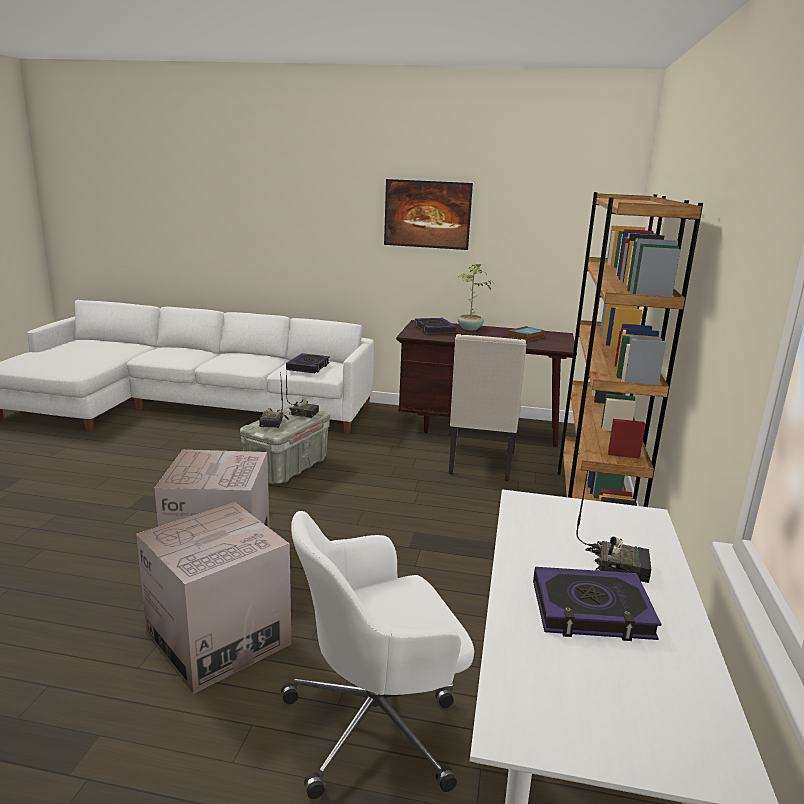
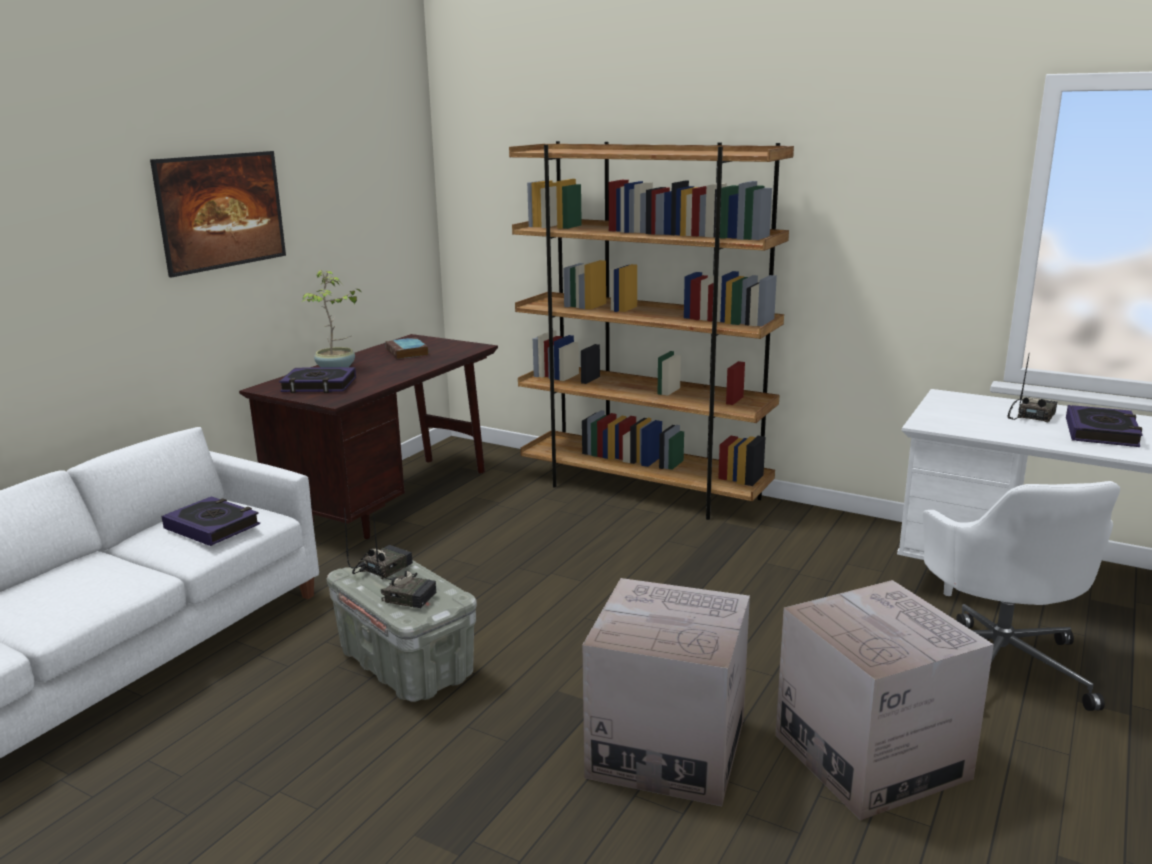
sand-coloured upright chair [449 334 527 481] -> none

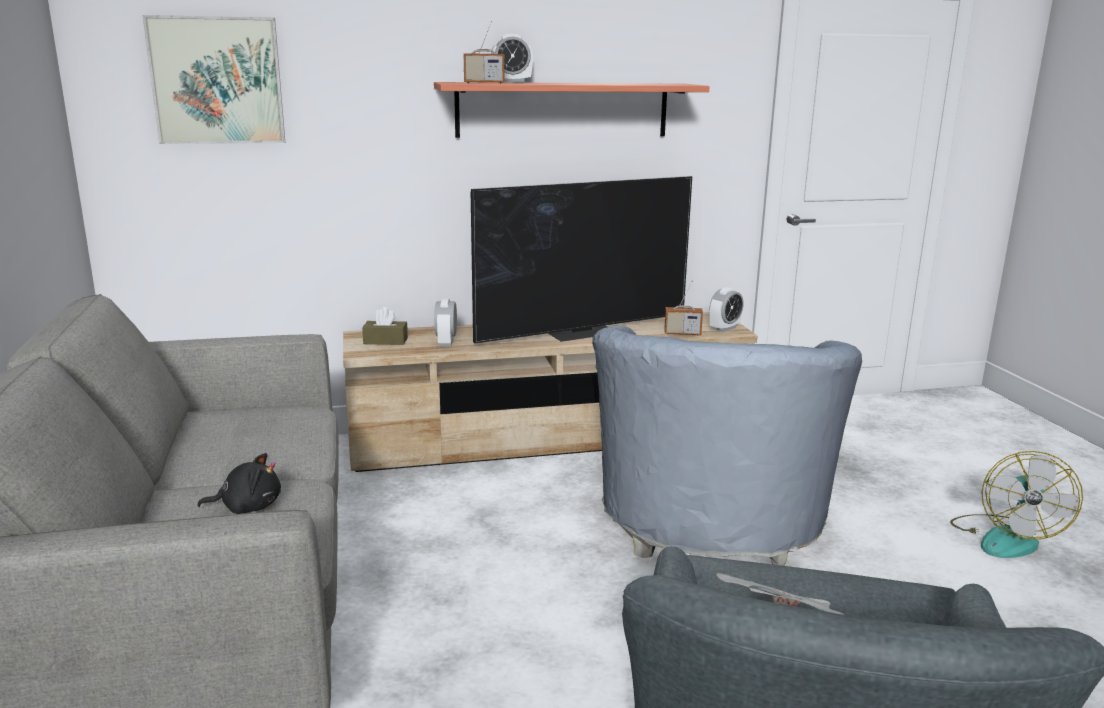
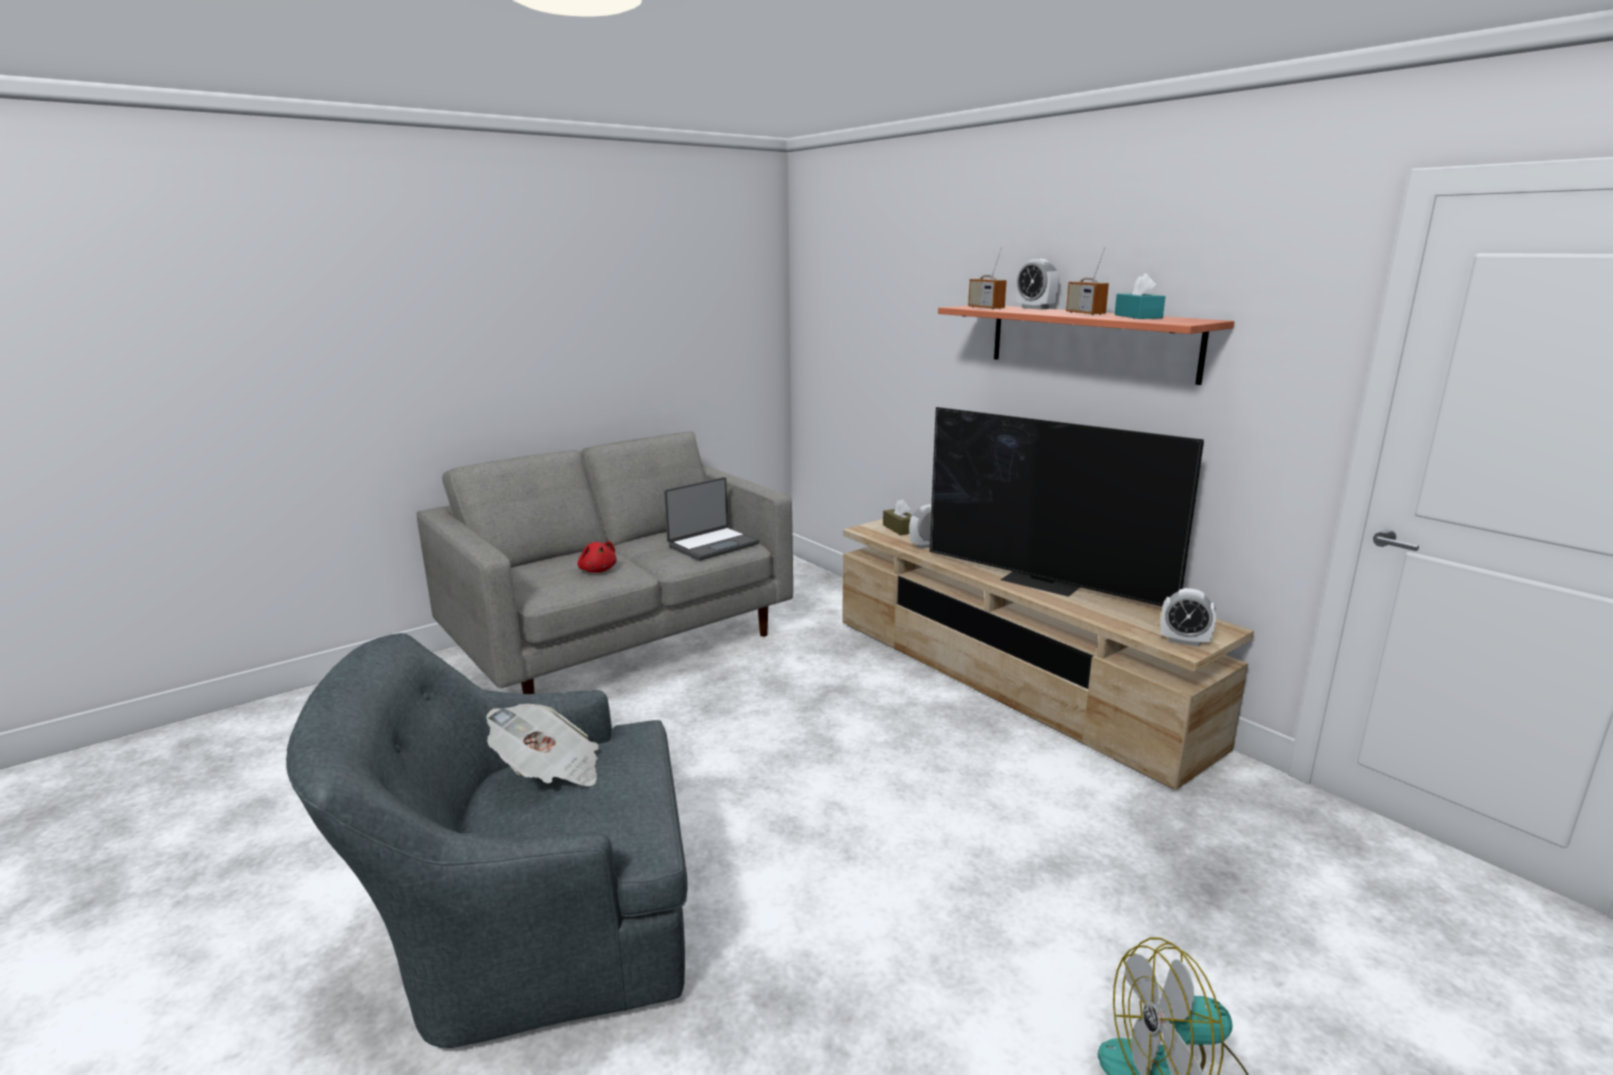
wall picture [142 15 285 144] -> none
radio set [664 281 703 336] -> radio set [1066 247 1109 315], moved
greyish lounge chair [592 325 862 566] -> none
black soft toy [197 453 281 514] -> reddish soft toy [578 541 617 573]
none -> turquoise-coloured tissue holder [1114 273 1166 319]
none -> portable computer [664 477 759 561]

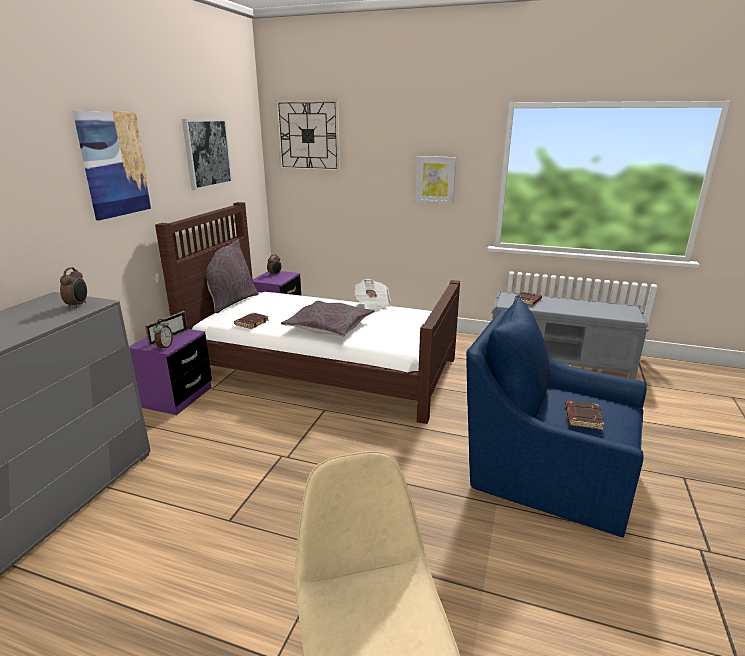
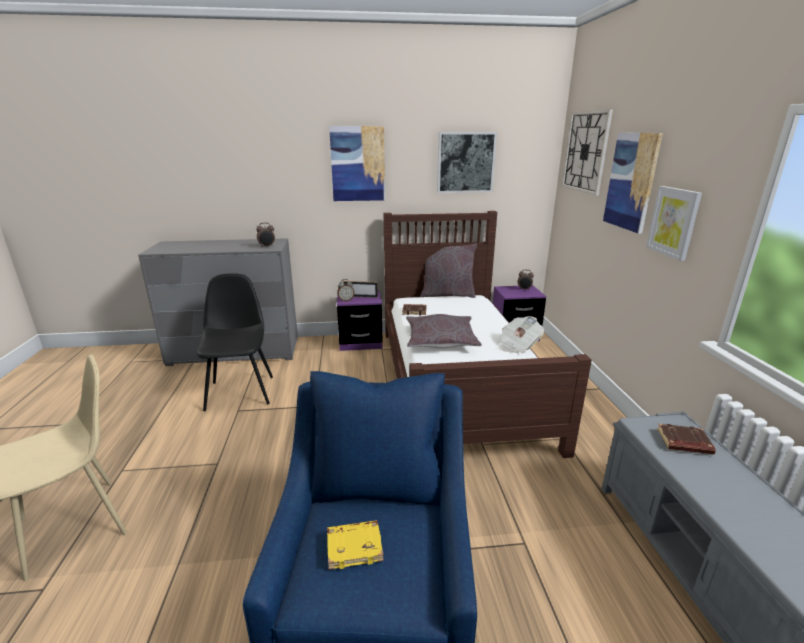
brown-coloured volume [565 401 604 430] -> yellow volume [327 520 384 570]
none -> wall picture [603 133 663 234]
none -> black upright chair [196 273 273 411]

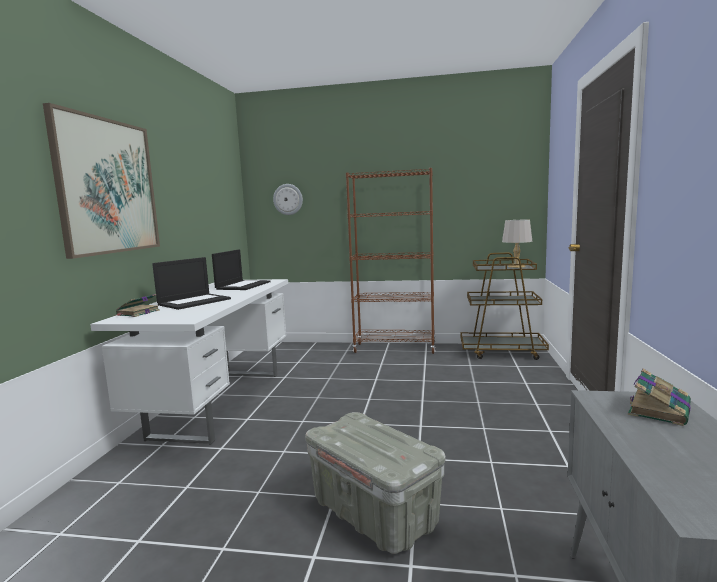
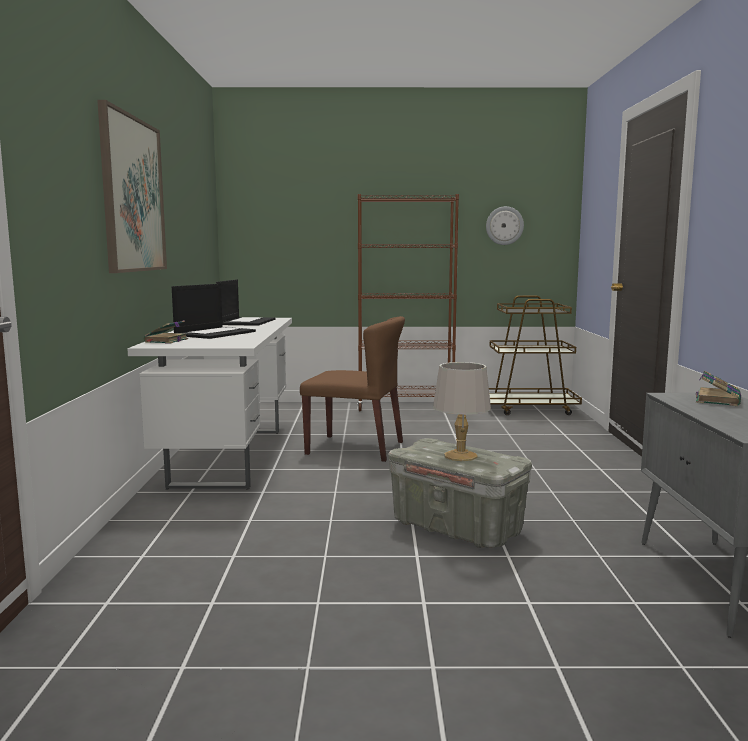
clock on the wall [273 184 303 215] -> clock on the wall [486 206 524 245], moved
greyish tabletop lamp [502 220 532 268] -> greyish tabletop lamp [433 362 491 461], moved
none -> brown-coloured upright chair [300 316 405 462]

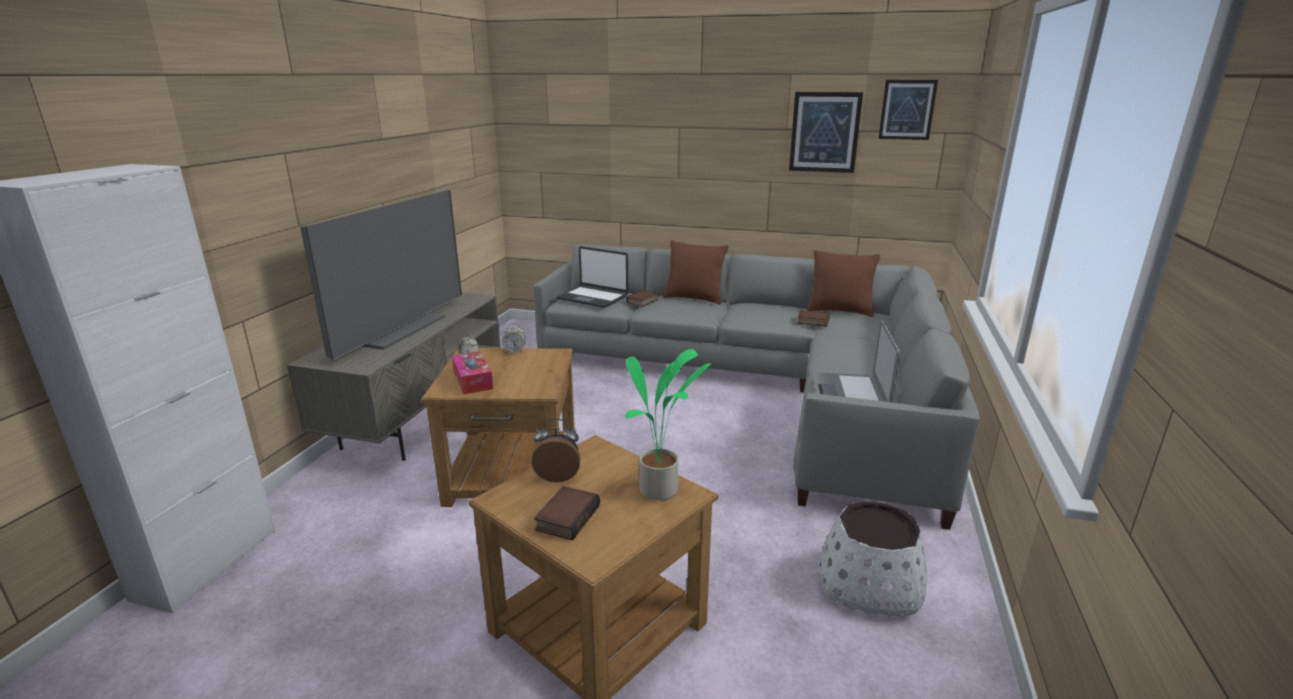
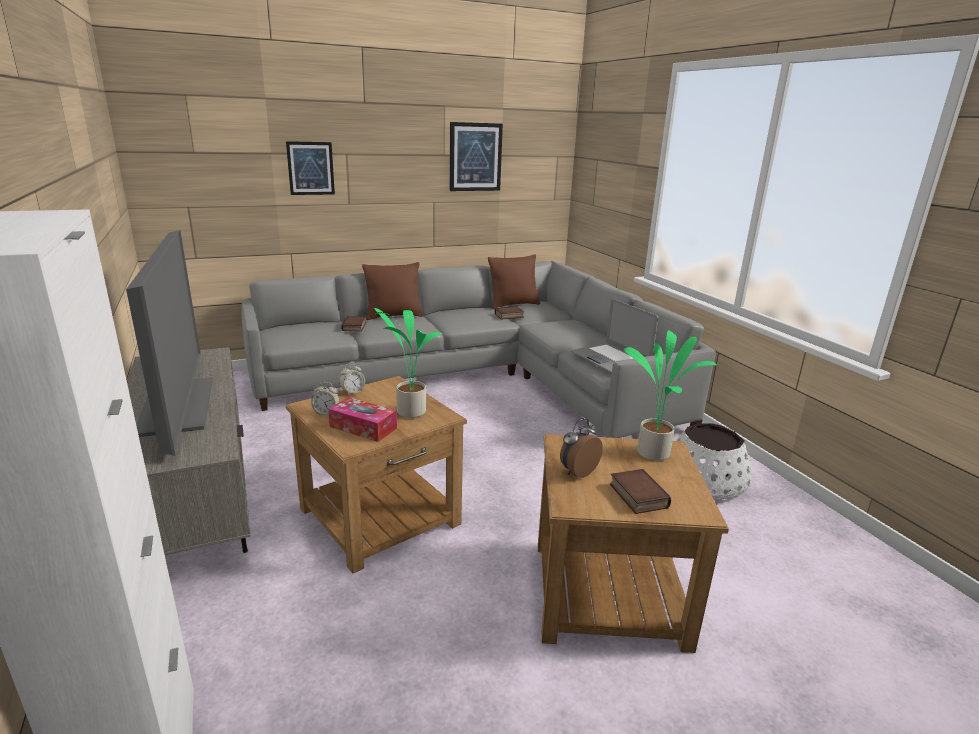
wall picture [878 80 938 140] -> wall picture [286 141 335 195], moved
portable computer [557 246 628 308] -> none
none -> plant in a pot [374 308 442 418]

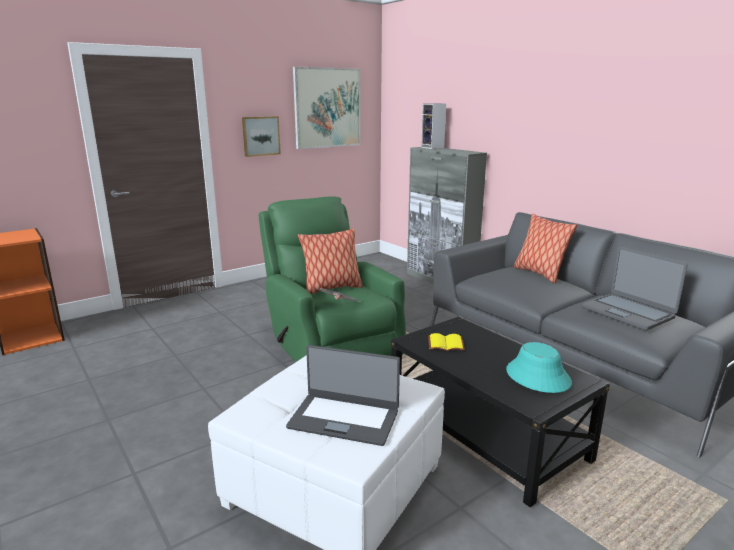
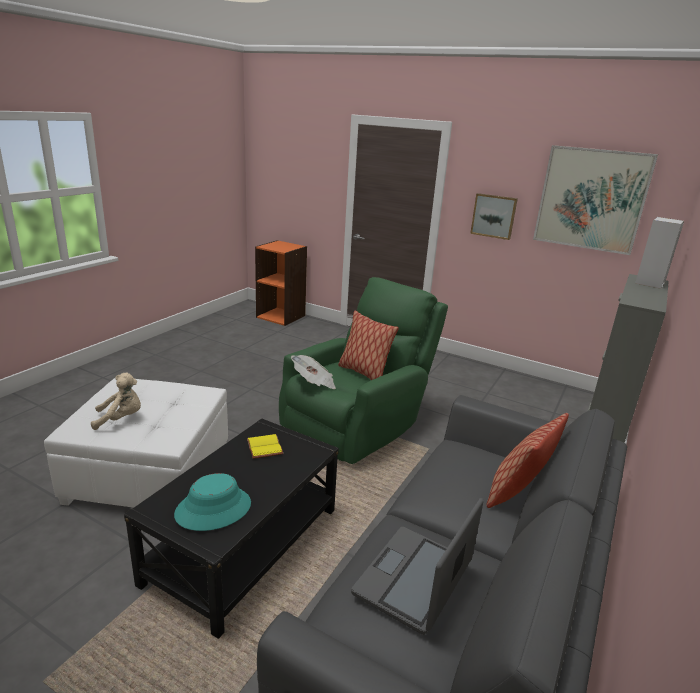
portable computer [286 345 400 446] -> sand-coloured soft toy [91 373 141 430]

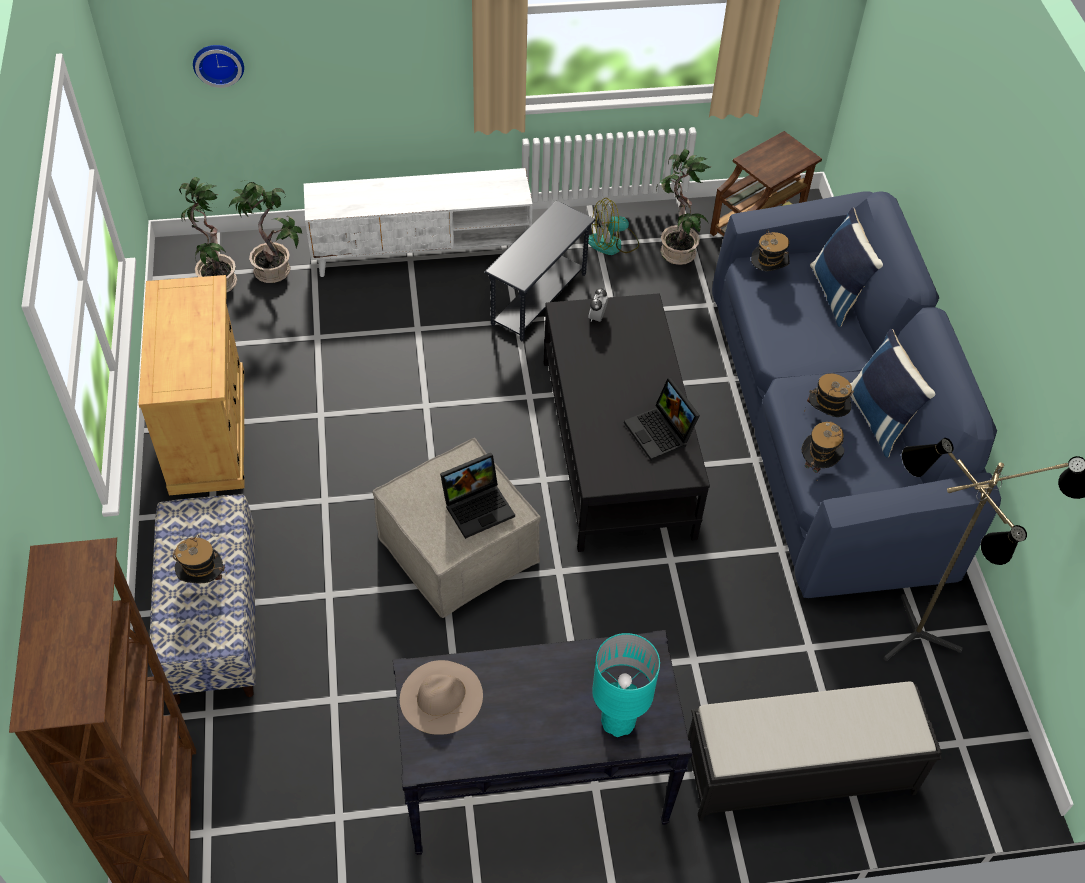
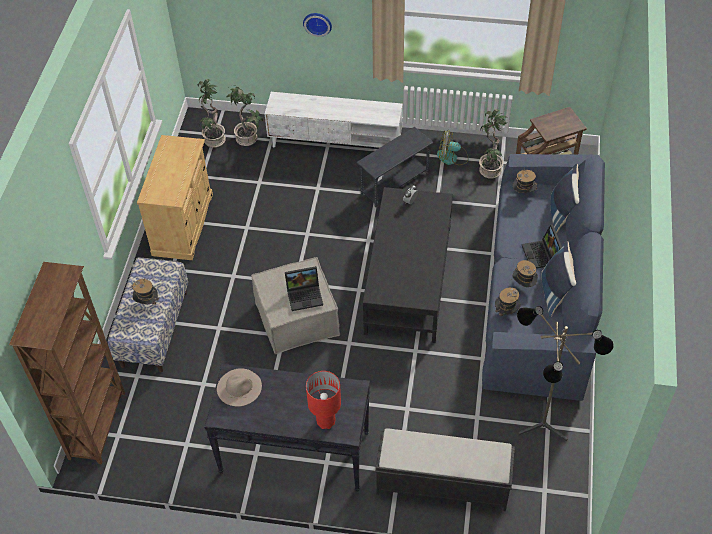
clock on the wall [193 45 244 88] -> clock on the wall [303 13 332 37], moved
portable computer [624 378 700 461] -> portable computer [522 224 562 269], moved
turquoise-coloured tabletop lamp [592 633 660 737] -> reddish tabletop lamp [306 371 341 429]

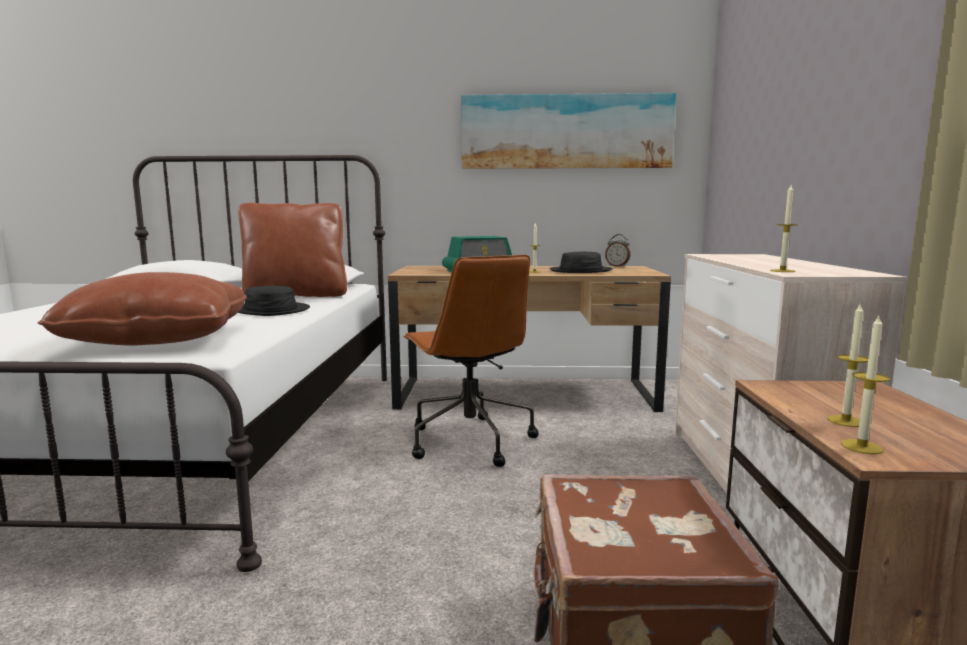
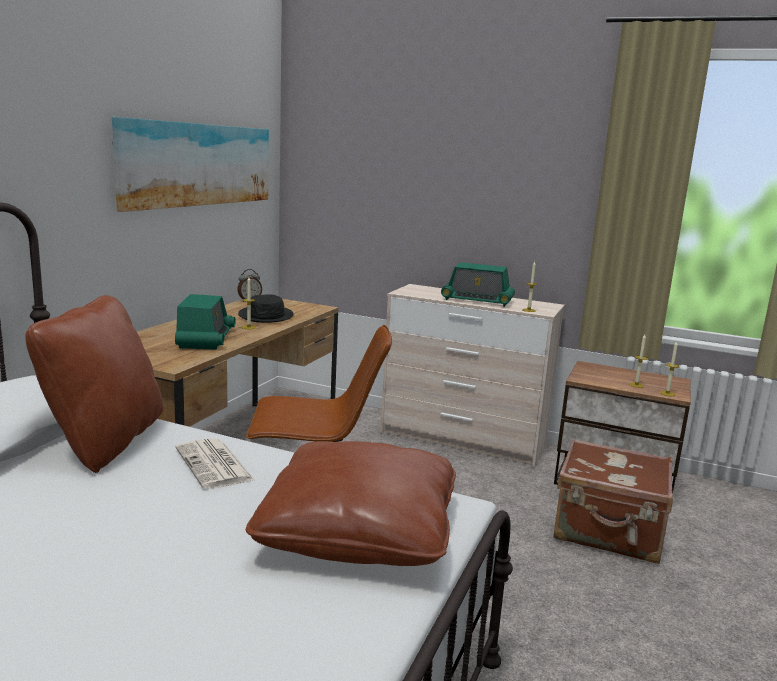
black wearable hat [238 286 310 316] -> newspaper [175 438 254 489]
none -> radio set [441 262 515 307]

